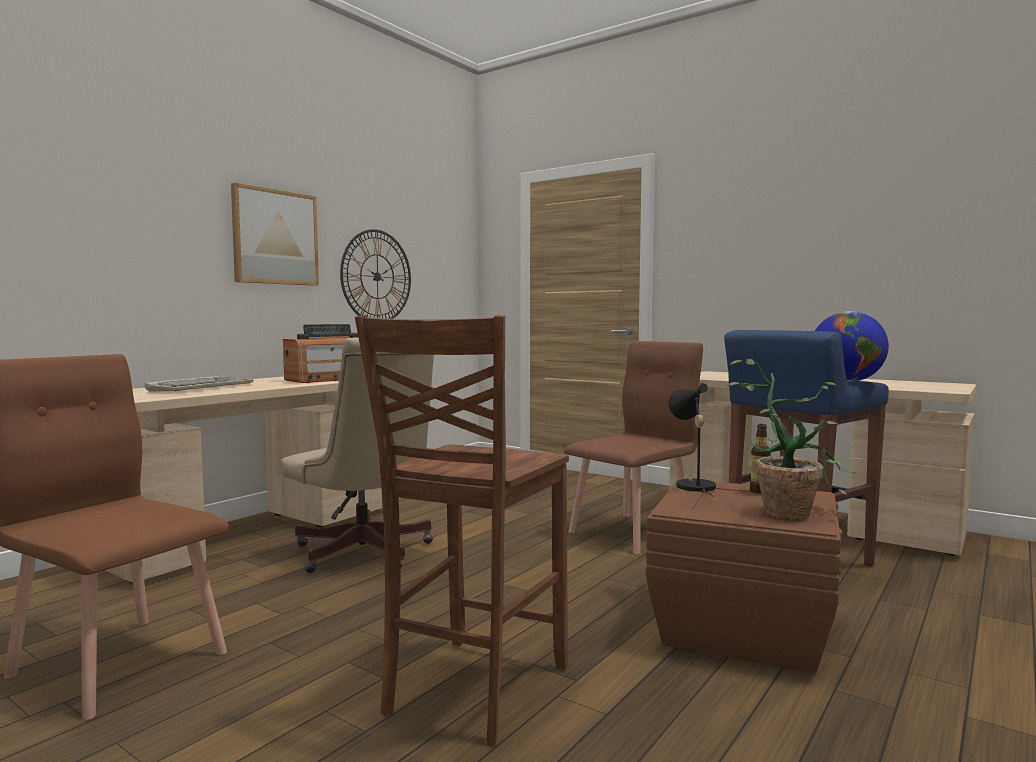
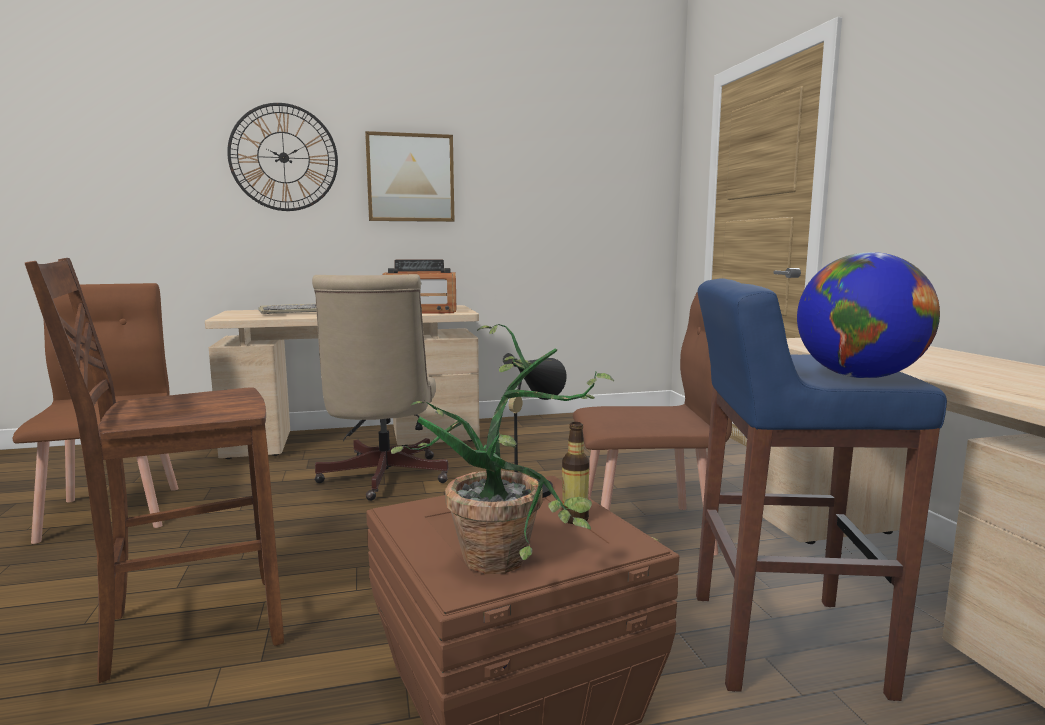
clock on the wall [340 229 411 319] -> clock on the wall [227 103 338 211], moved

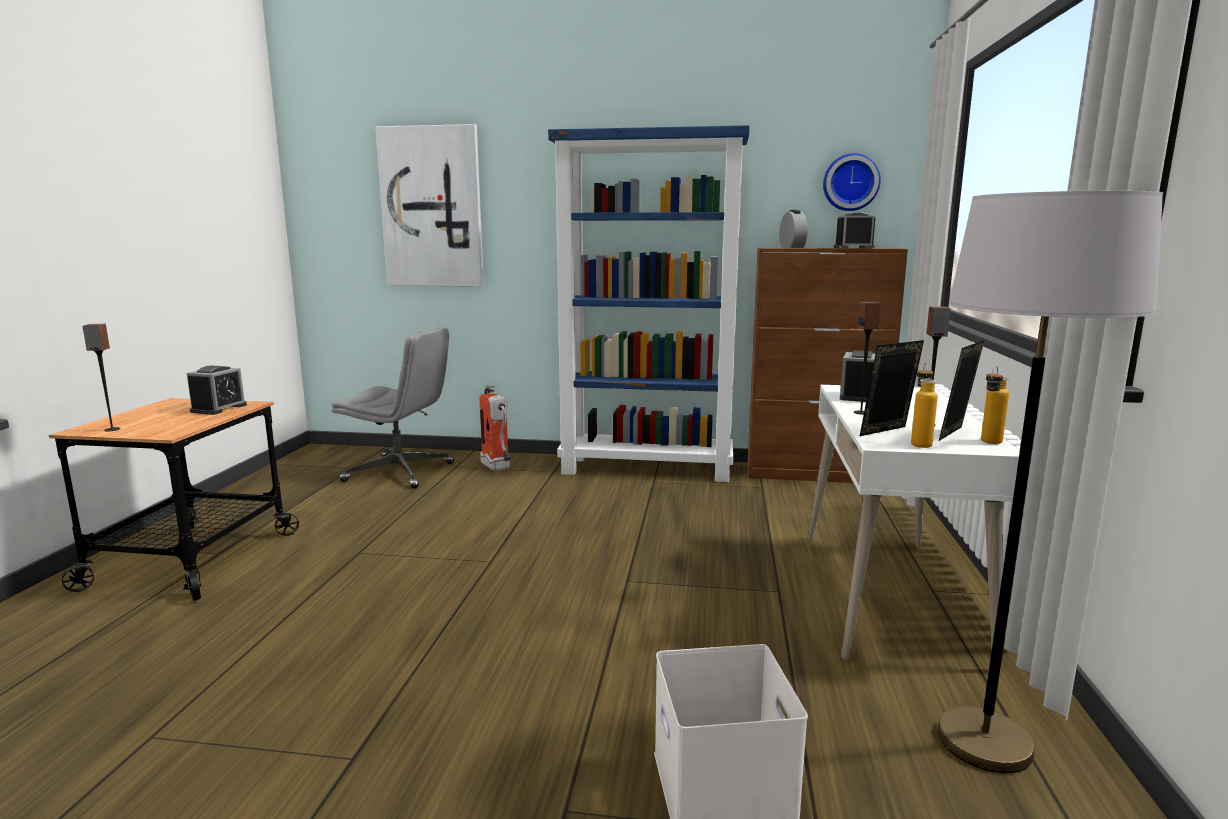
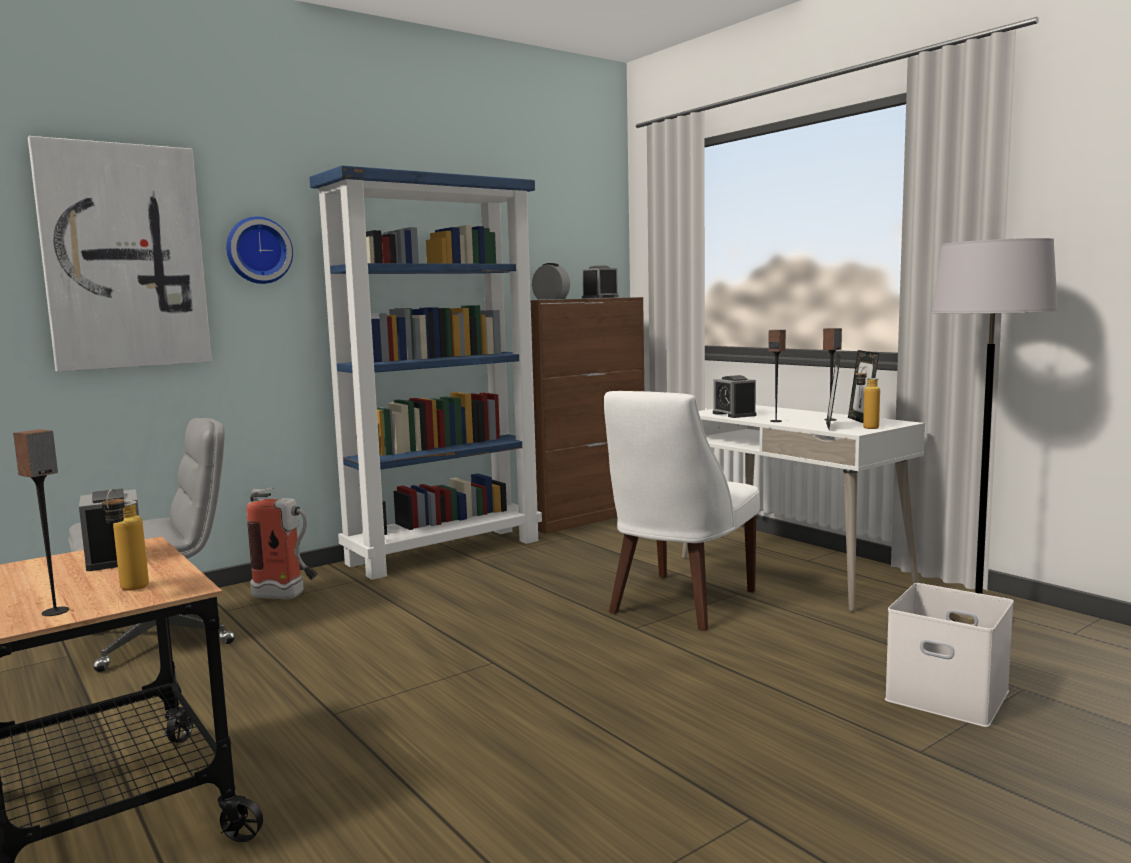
clock on the wall [823 153 881 211] -> clock on the wall [226 216 293 284], moved
drink bottle [981 366 1009 444] -> drink bottle [102 489 149 590], moved
none -> white upright chair [604 391 760 631]

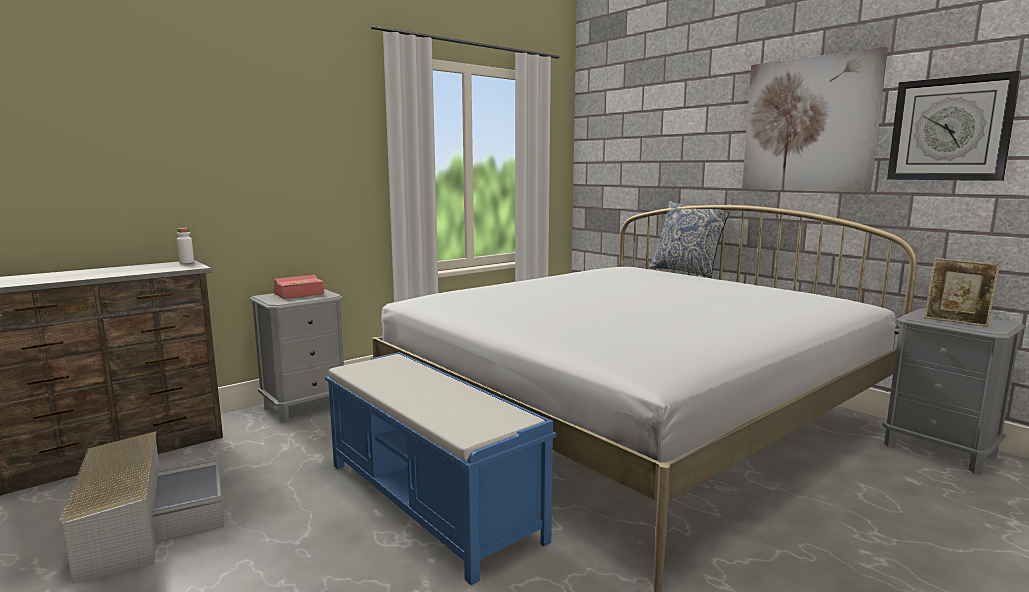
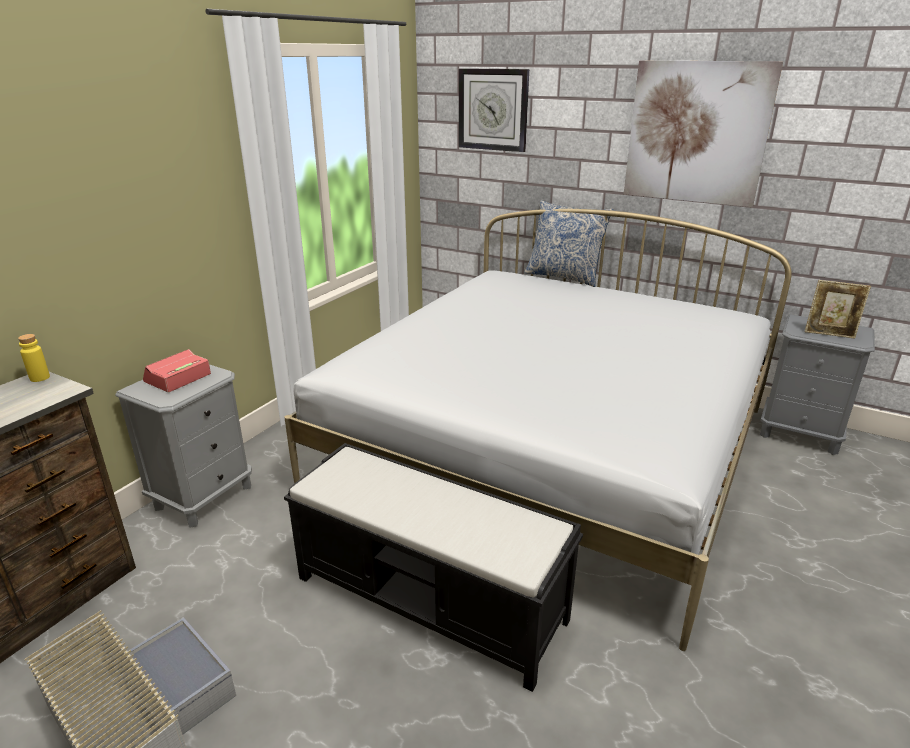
clock on the wall [887 71 1021 181] -> clock on the wall [459 68 529 152], moved
white drink bottle [177 228 194 263] -> yellow drink bottle [18 334 50 382]
blue-coloured bench [325 352 557 585] -> black bench [284 443 583 692]

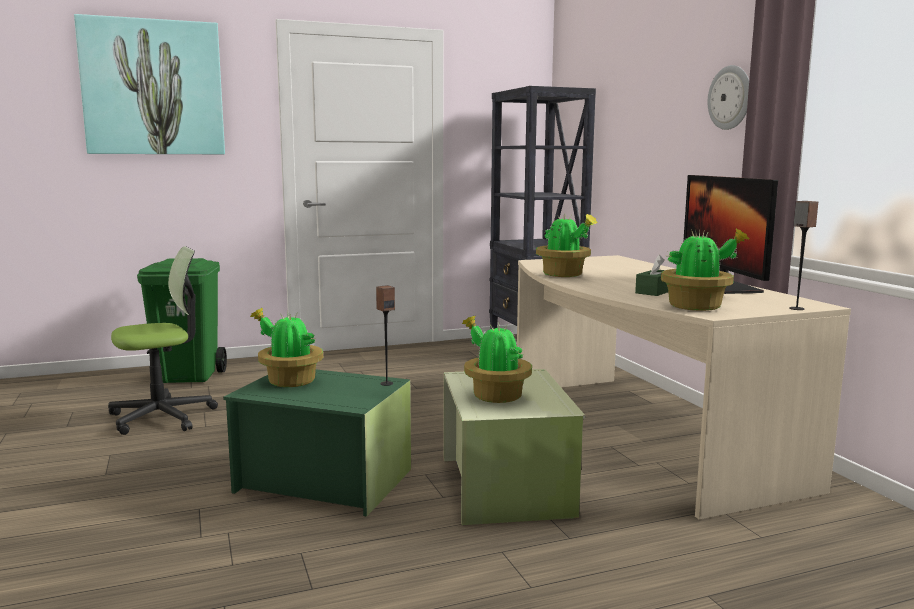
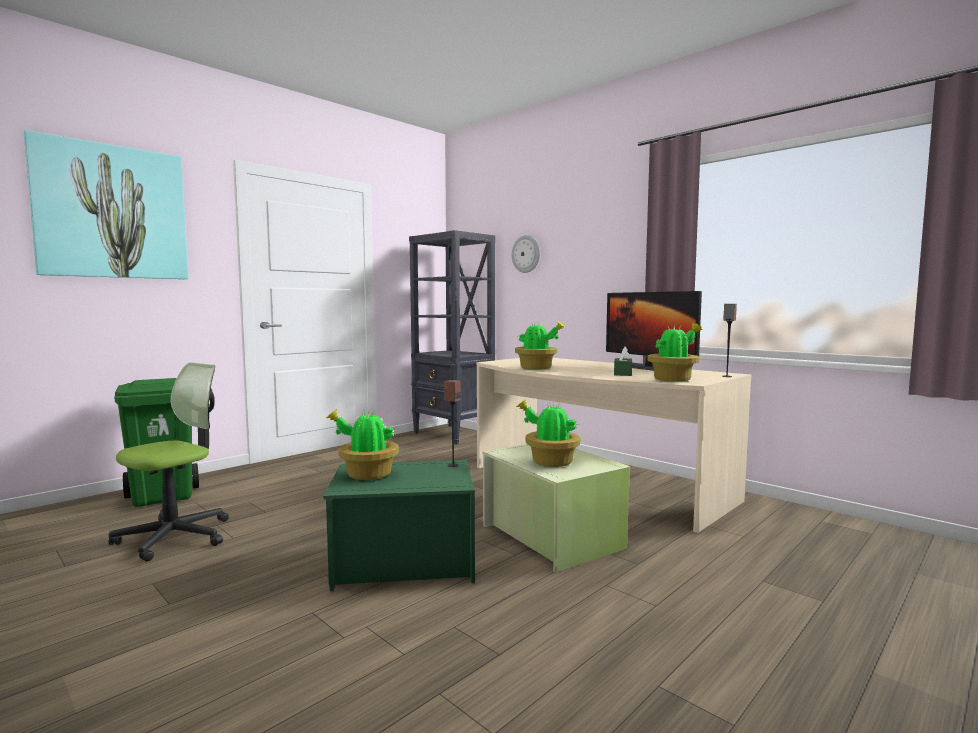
clock on the wall [708 65 749 130] -> clock on the wall [512 235 540 273], moved

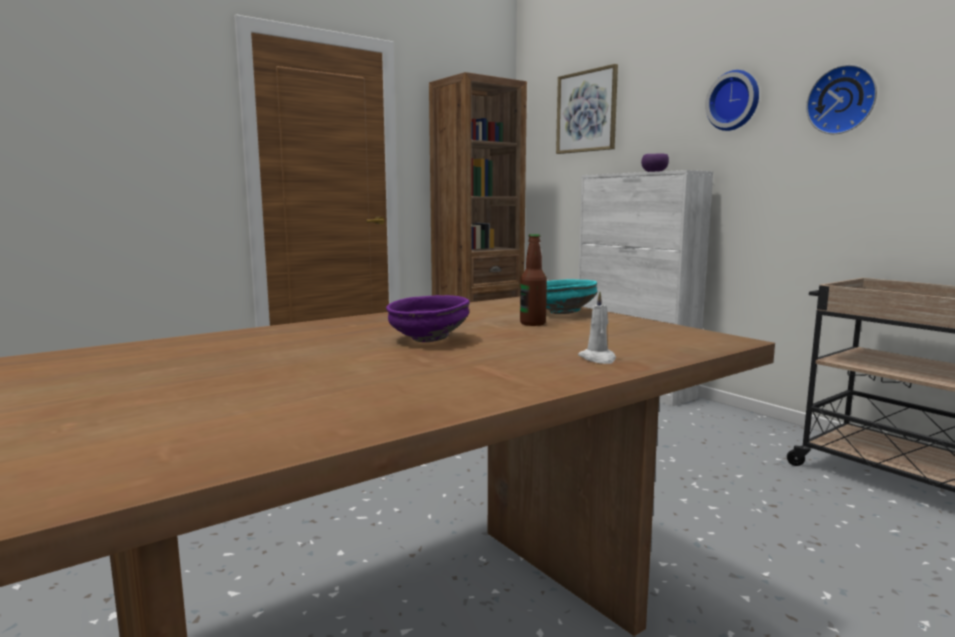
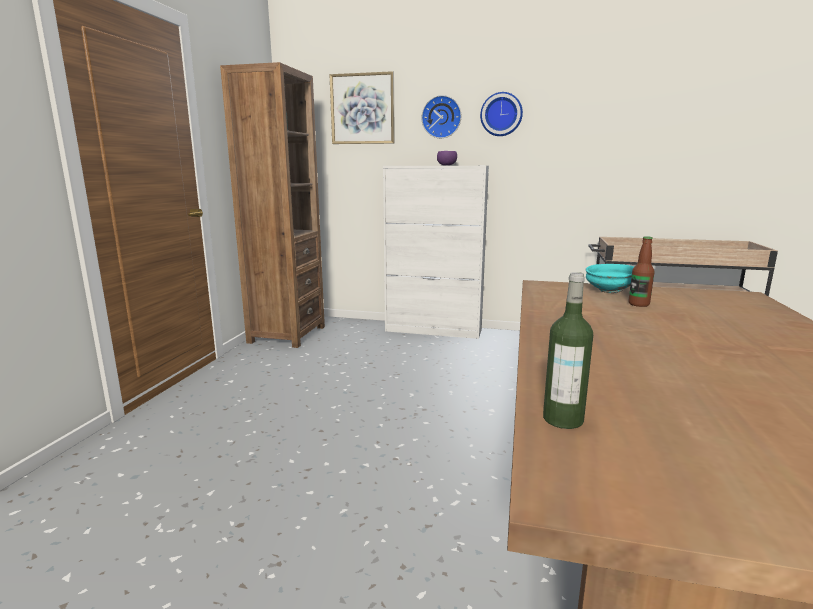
clock on the wall [806 64 877 134] -> clock on the wall [421 95 461 138], moved
white wax candle [578 292 616 364] -> none
purplish bowl [386 295 470 342] -> none
none -> drink bottle [543 272 593 429]

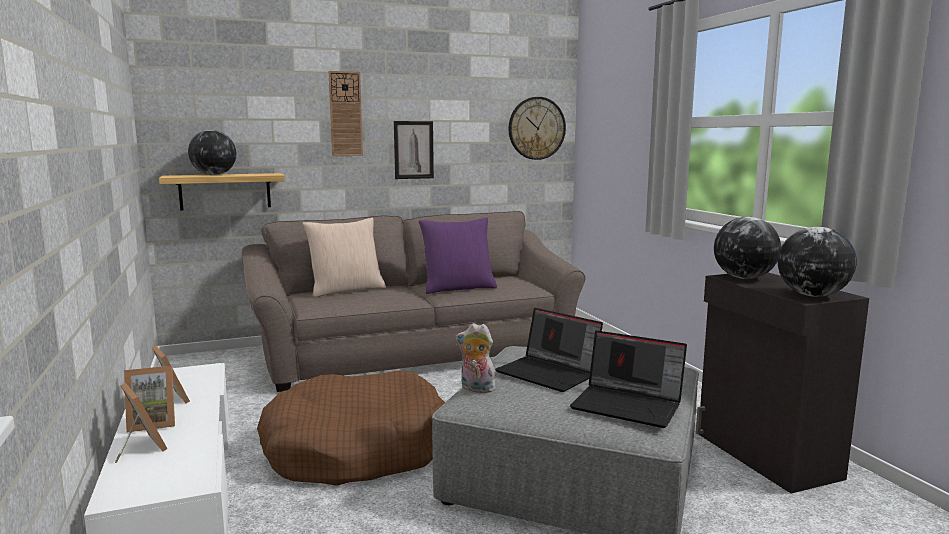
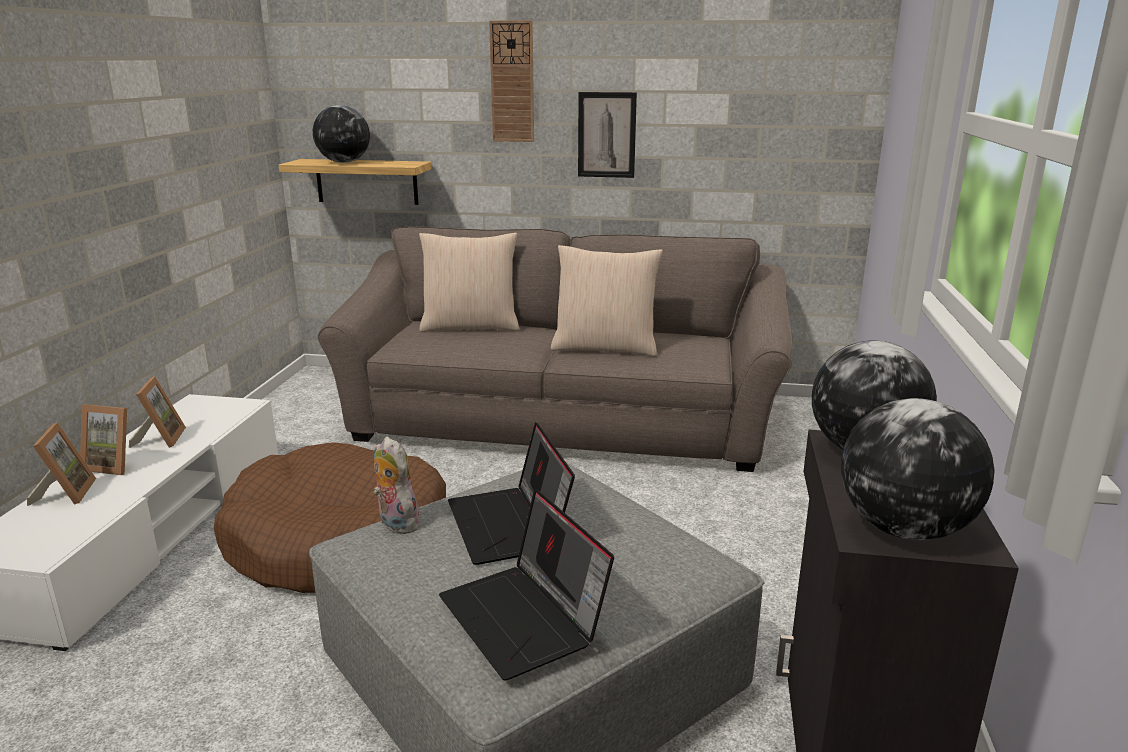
clock on the wall [509 97 566 160] -> none
purplish throw pillow [418 217 497 294] -> sand-coloured throw pillow [551 245 663 357]

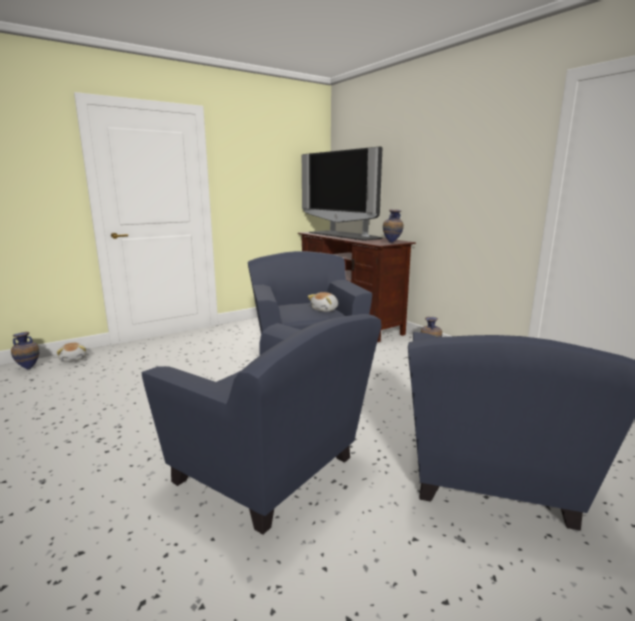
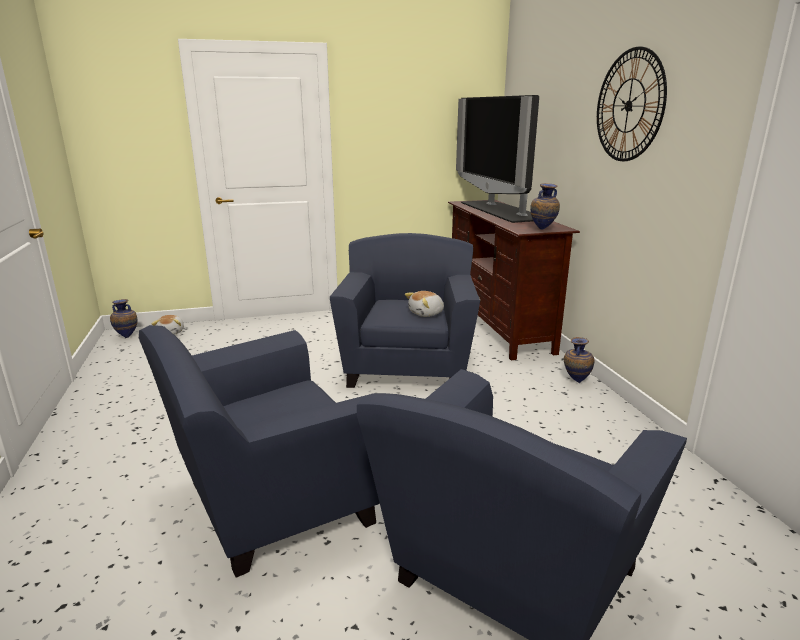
blue-coloured lounge chair [142 314 381 535] -> blue-coloured lounge chair [139 325 380 578], 90 degrees clockwise
none -> clock on the wall [597 46 667 161]

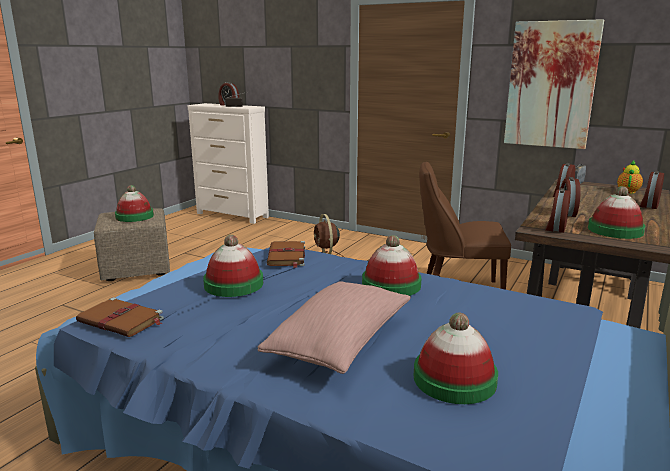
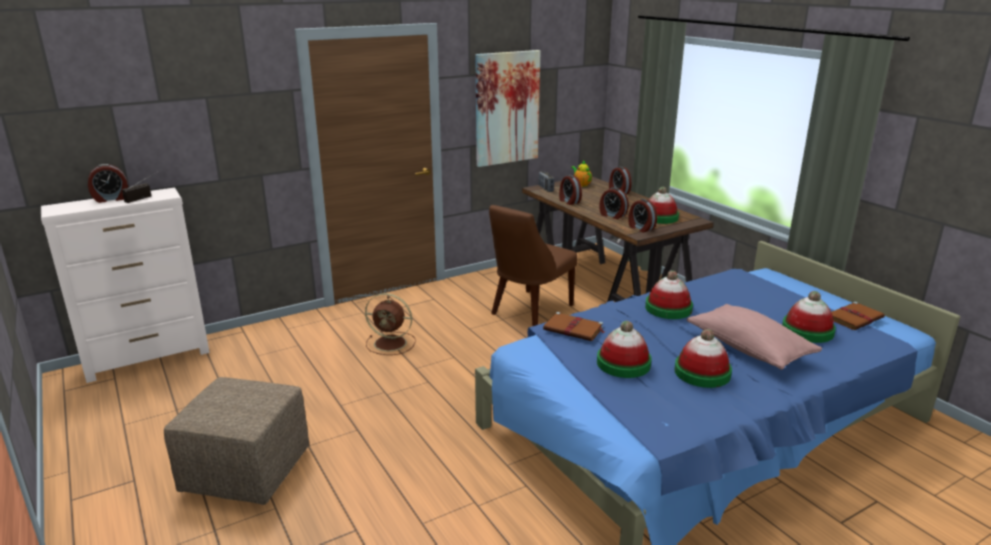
wearable hat [115 185 154 222] -> wearable hat [674 329 732 388], moved
brown-coloured volume [76 297 164 337] -> brown-coloured volume [831 302 885 330], moved

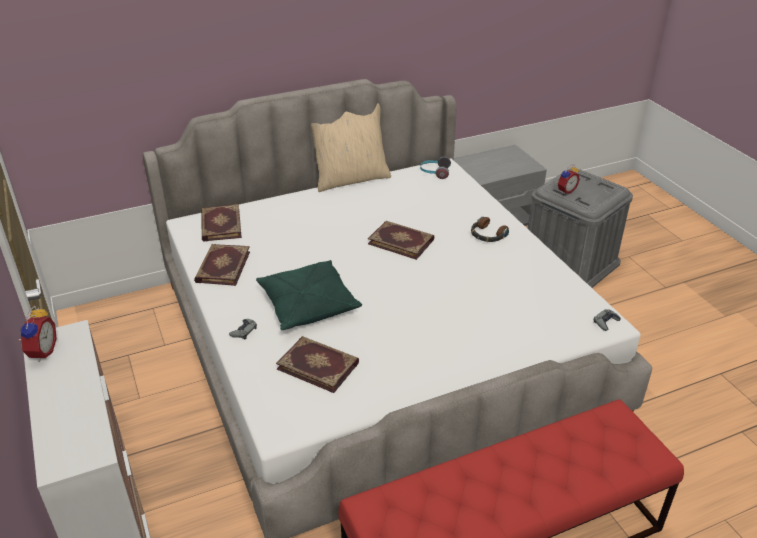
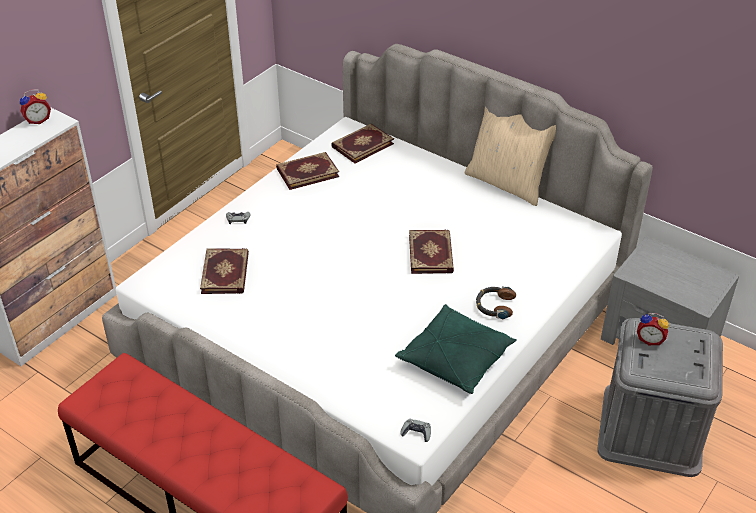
headset [420 157 451 179] -> none
green-coloured throw pillow [256 260 362 330] -> green-coloured throw pillow [395 304 517 394], moved

